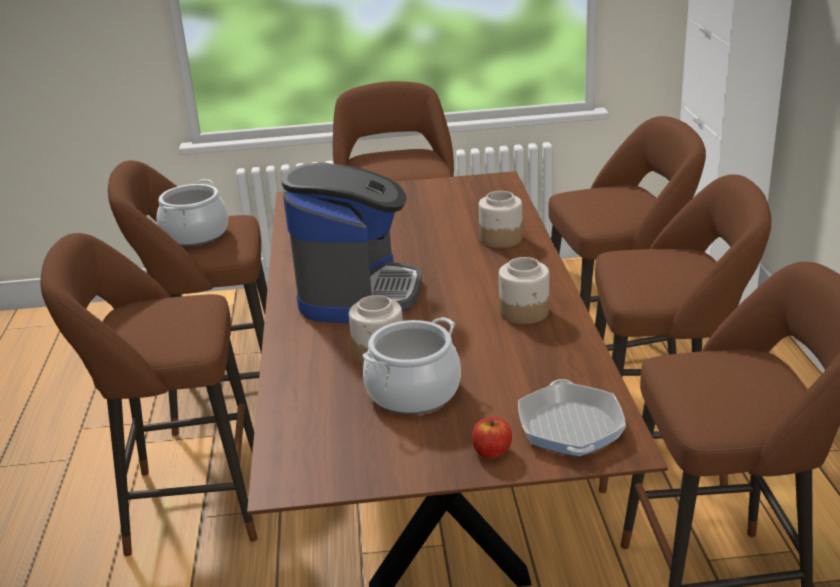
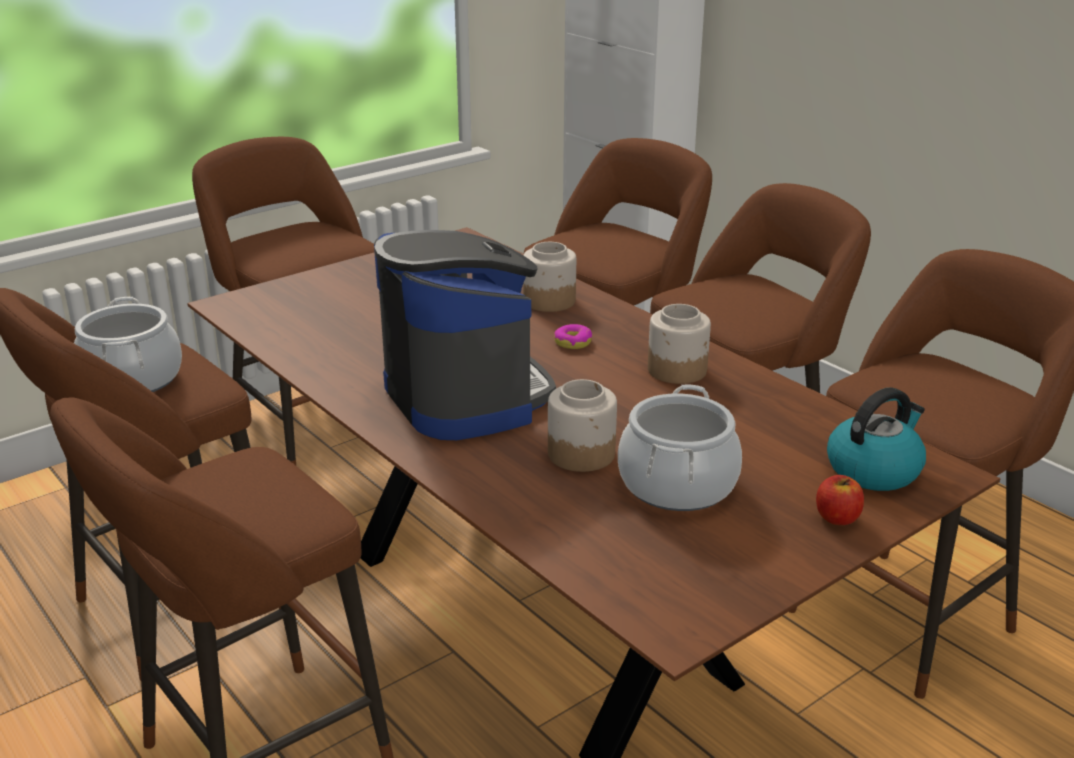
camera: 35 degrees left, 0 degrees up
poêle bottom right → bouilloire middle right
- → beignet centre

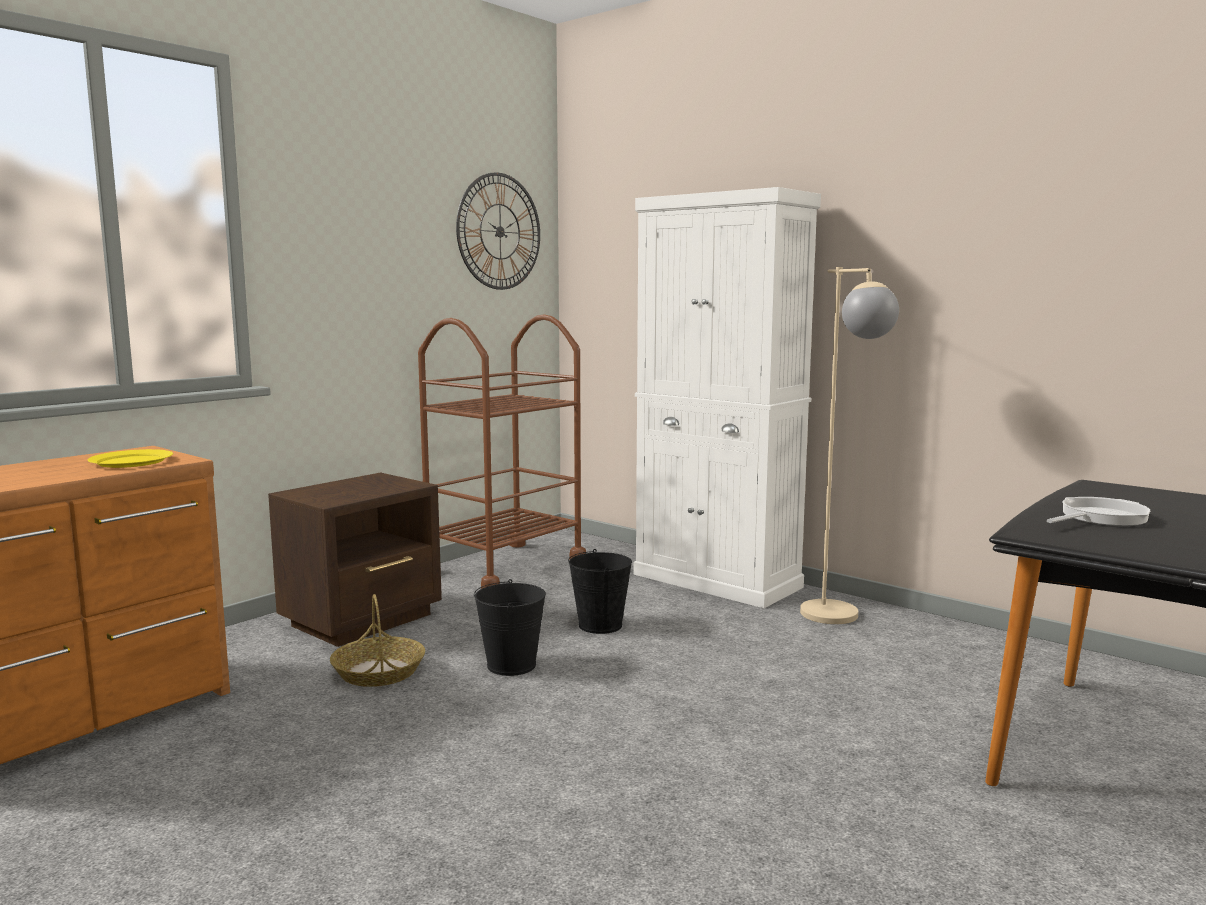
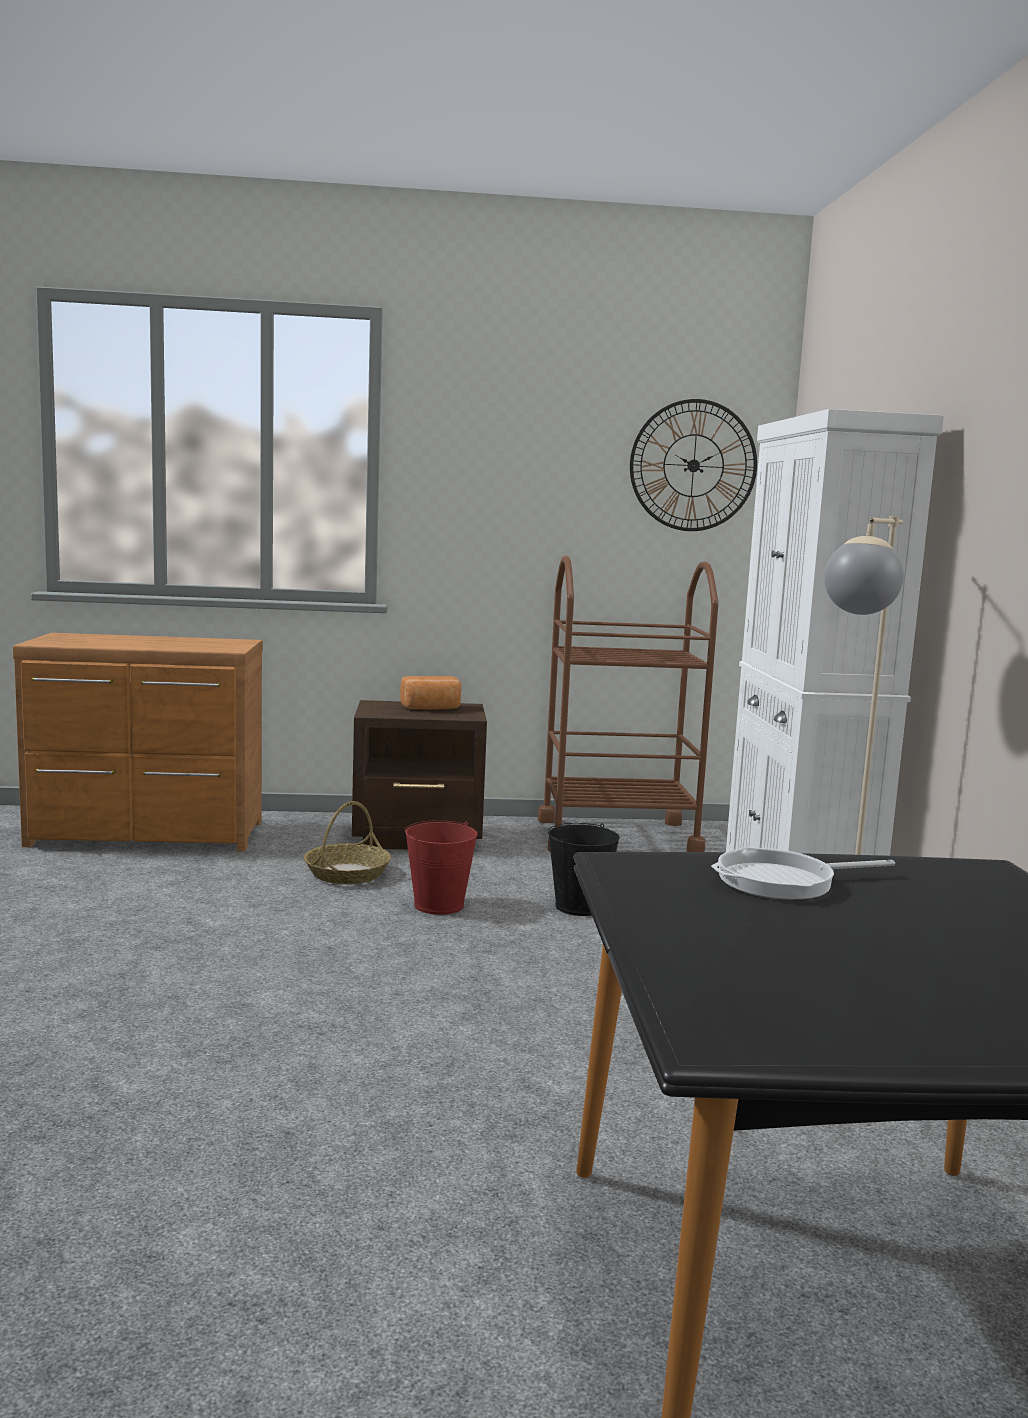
camera: 45 degrees right, 0 degrees up
assiette/jaune middle left → -
seau/noir (1st from left) bottom centre → seau/rouge centre
poêle middle right, 150 degrees clockwise
- → pain centre

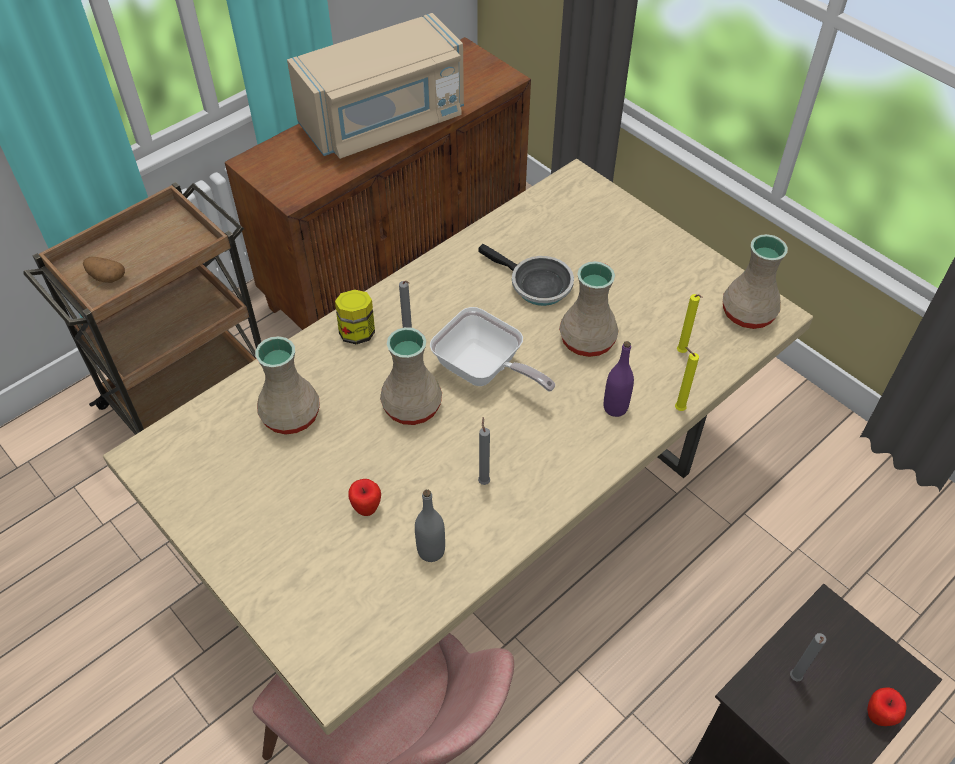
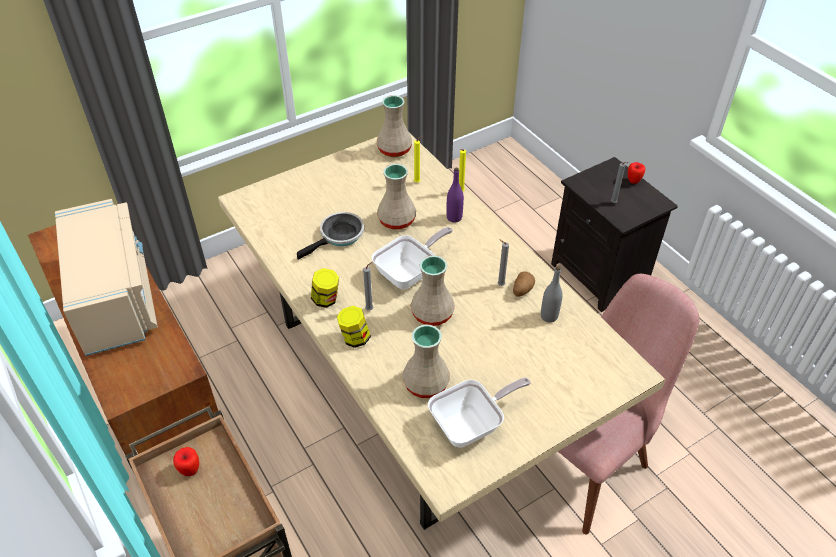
camera: 80 degrees left, 5 degrees down
pomme de terre middle left → pomme de terre centre, moved
pomme (1st from left) centre → pomme (1st from left) bottom left, moved
- → bocal (1st from left) centre
- → poêle (3rd from left) bottom centre

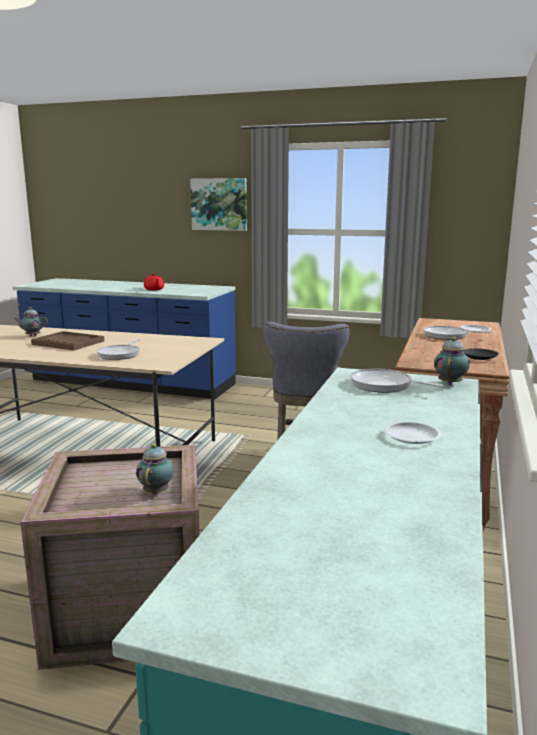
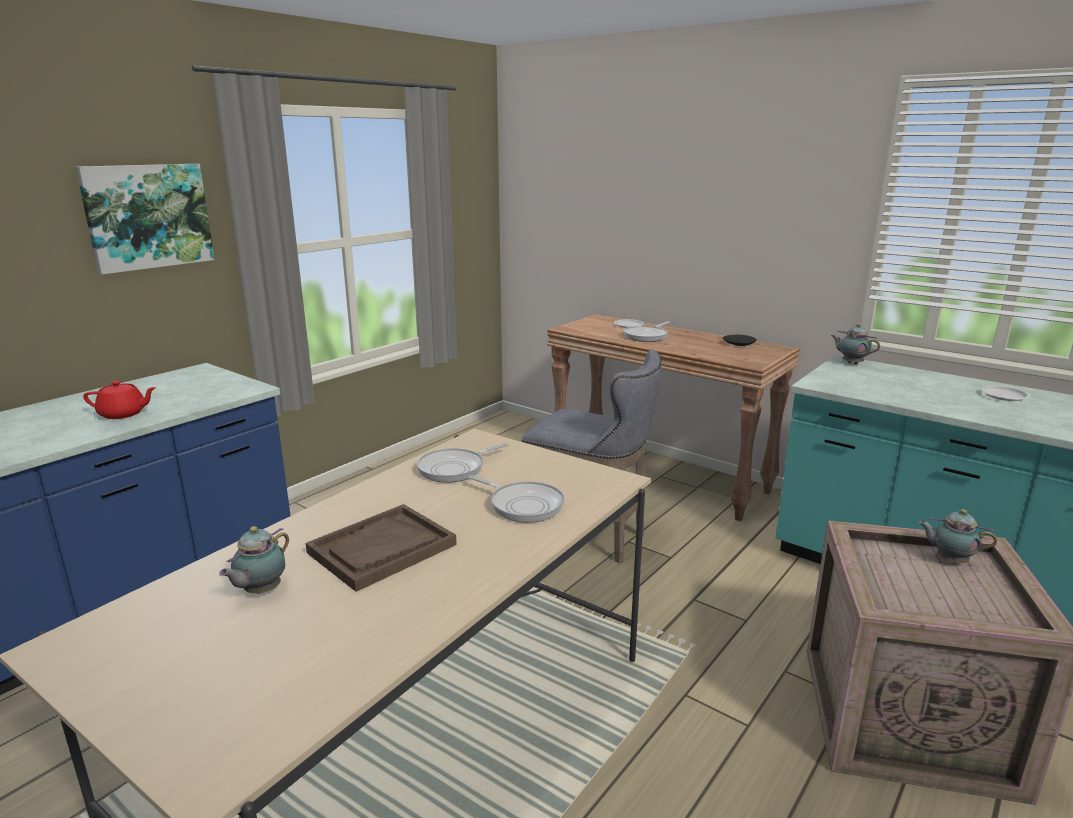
camera: 70 degrees left, 5 degrees up
poêle (2nd from left in the first image) middle right → poêle (1st from left) centre, moved

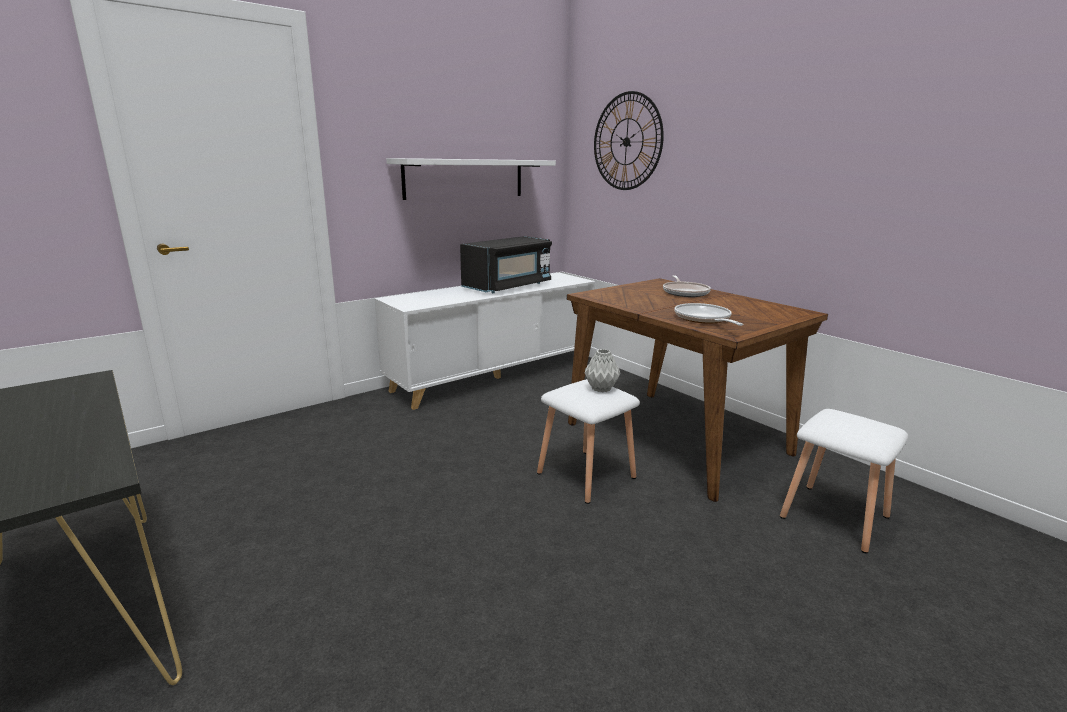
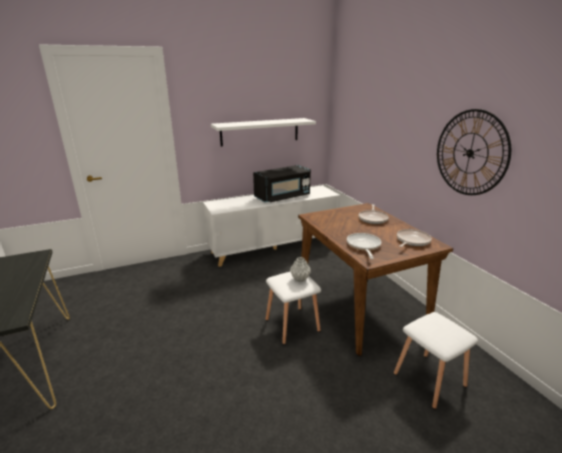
camera: 15 degrees right, 5 degrees up
horloge murale top centre → horloge murale middle right, moved
- → poêle (3rd from left) middle right

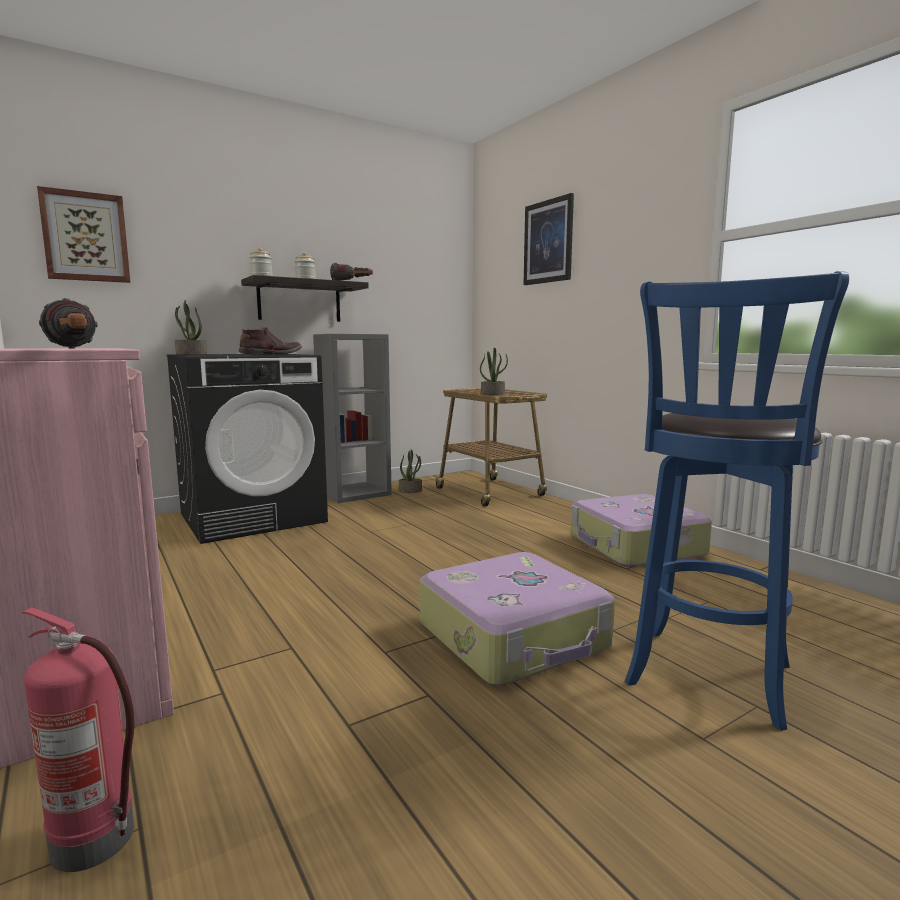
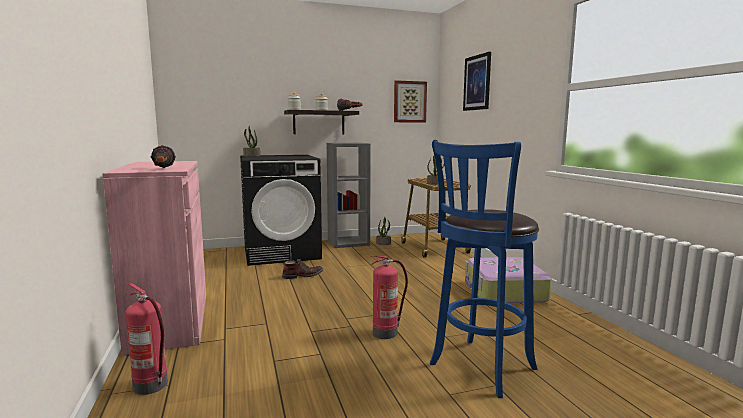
camera: 15 degrees right, 0 degrees up
tableau (1st from left) top left → tableau (1st from left) top centre, moved
botte/marron middle left → botte/marron centre, moved
valise (1st from left) bottom centre → extincteur (2nd from left) bottom centre

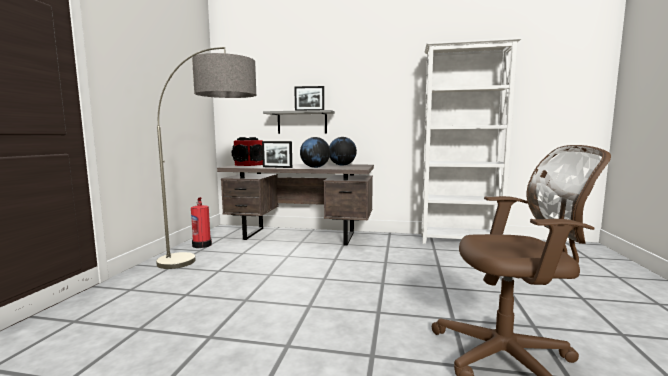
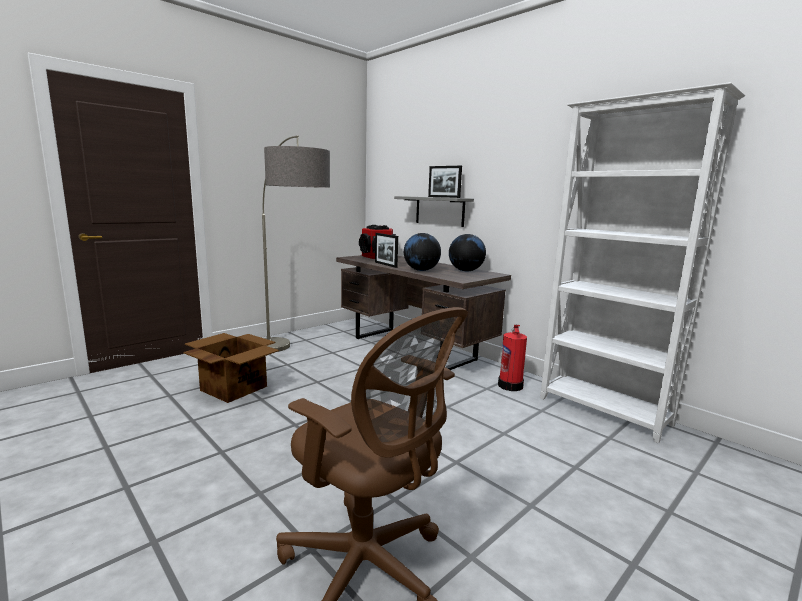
camera: 35 degrees right, 5 degrees up
extincteur middle left → extincteur centre, moved
- → carton middle left

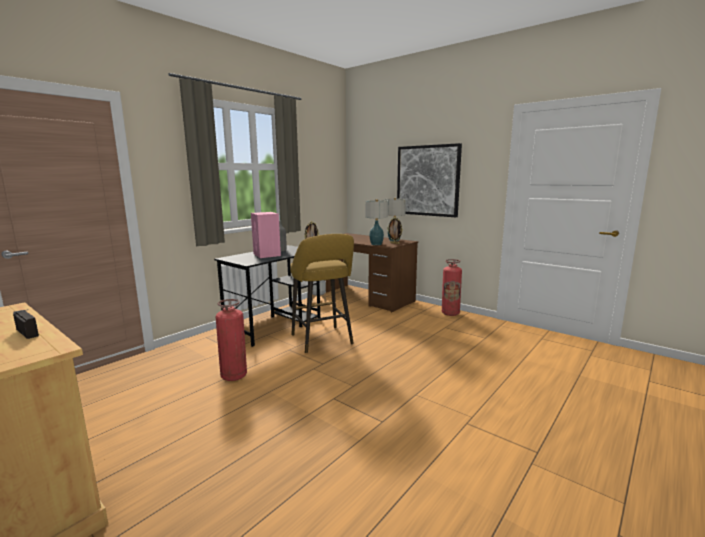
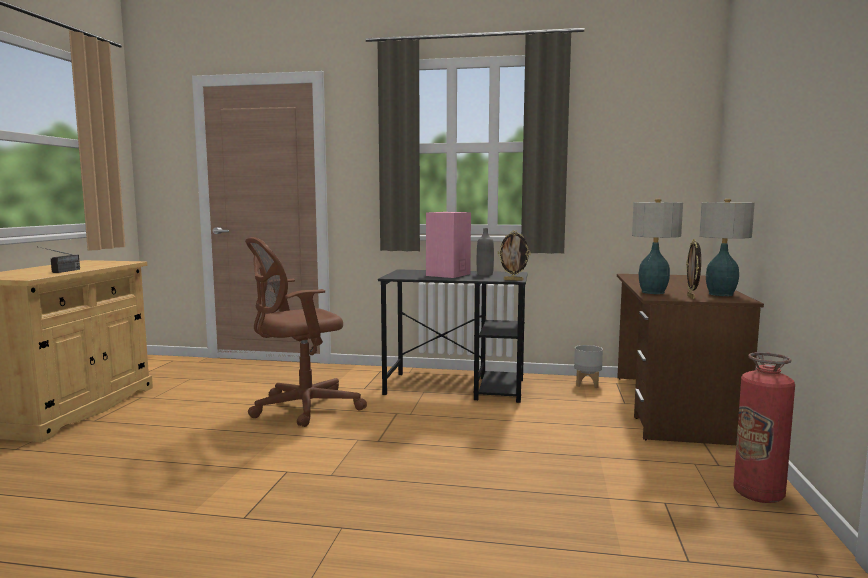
camera: 60 degrees right, 5 degrees down
extincteur (1st from left) middle left → chaise de bureau/marron centre
tabouret/jaune centre → -
tableau centre → -

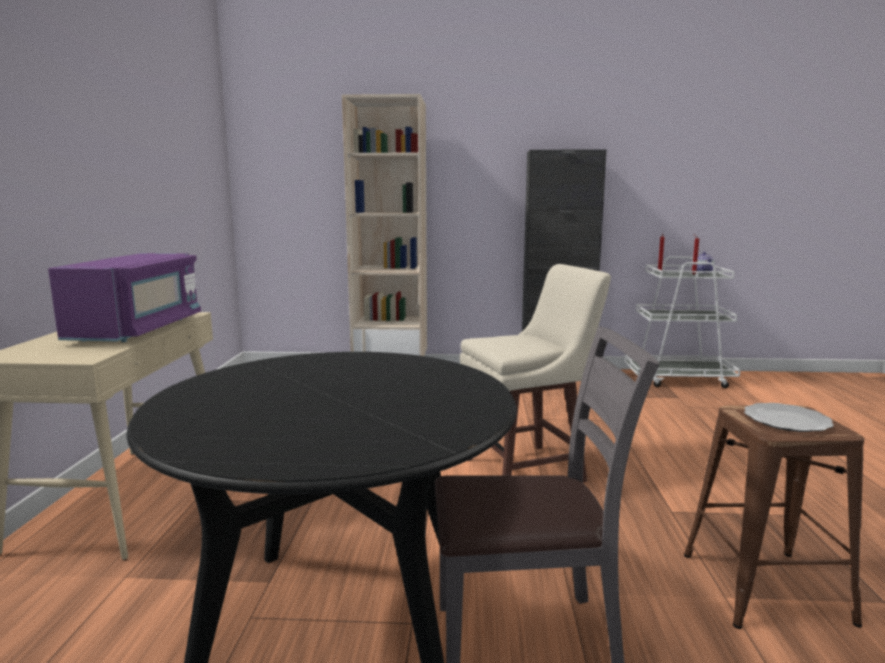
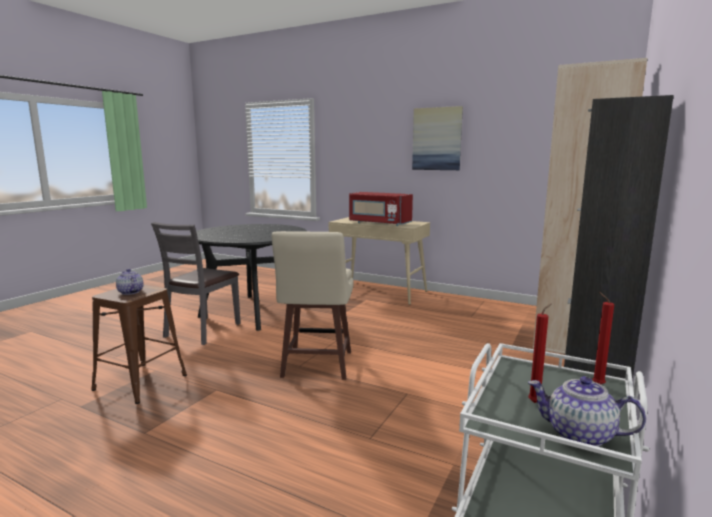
camera: 115 degrees right, 0 degrees up
micro-ondes/violet middle left → micro-ondes/rouge centre
assiette middle right → théière (1st from left) middle left
- → tableau top centre

